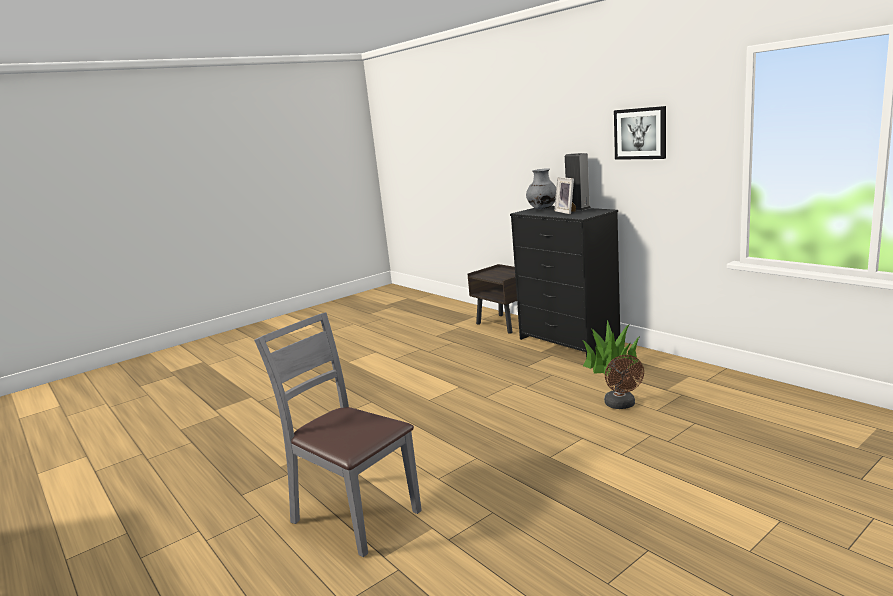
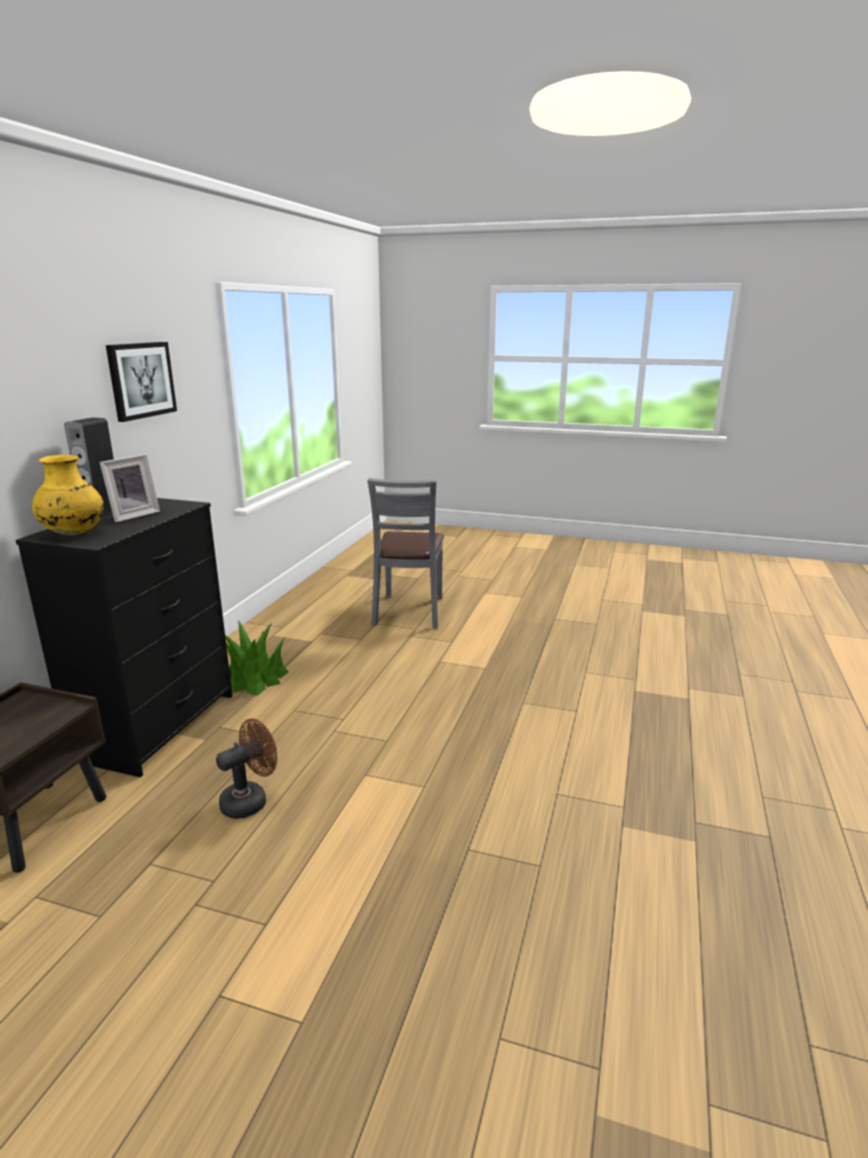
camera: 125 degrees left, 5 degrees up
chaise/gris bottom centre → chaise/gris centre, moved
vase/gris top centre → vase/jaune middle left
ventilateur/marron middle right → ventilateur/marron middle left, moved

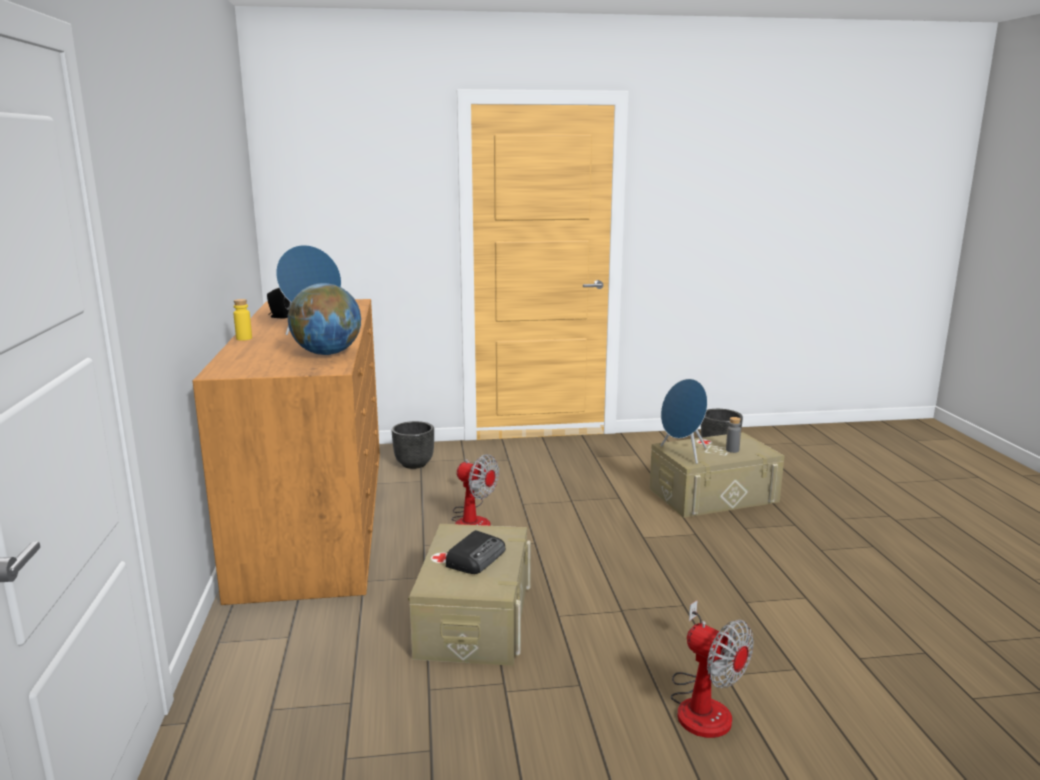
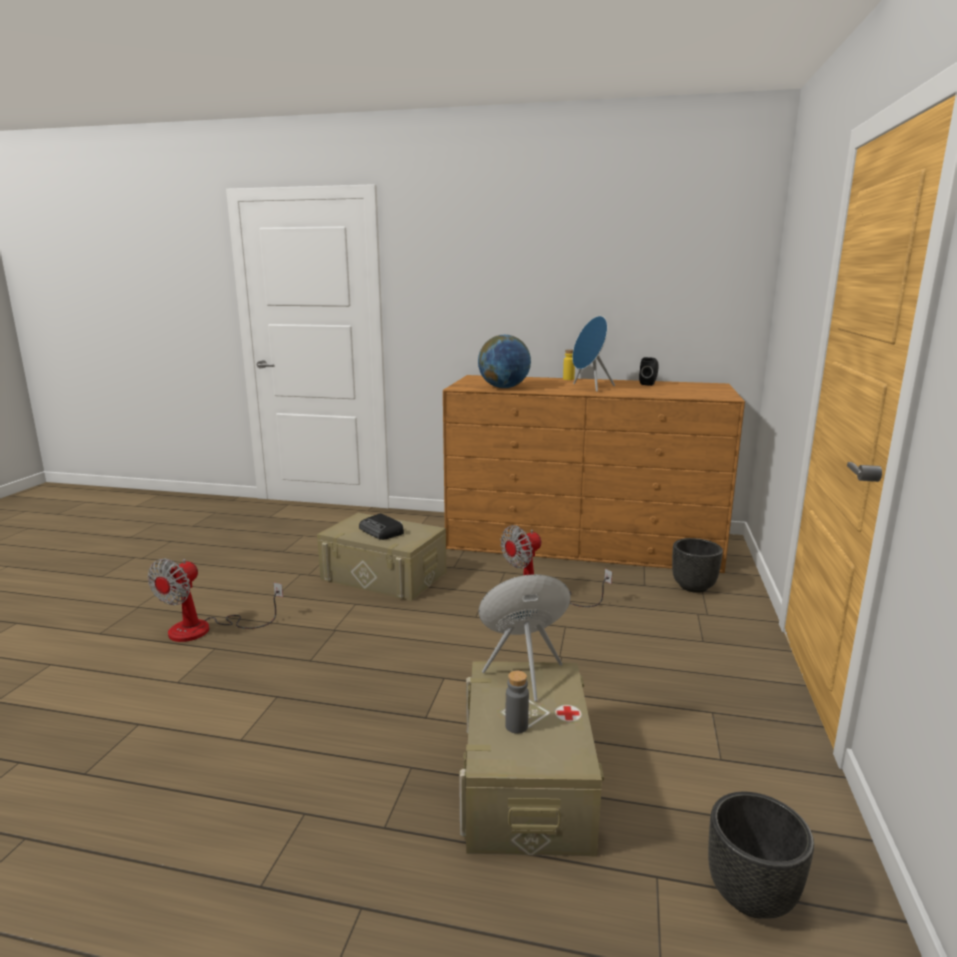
camera: 110 degrees right, 0 degrees up
ventilateur (2nd from left in the first image) bottom right → ventilateur (1st from left) middle left, 45 degrees counterclockwise

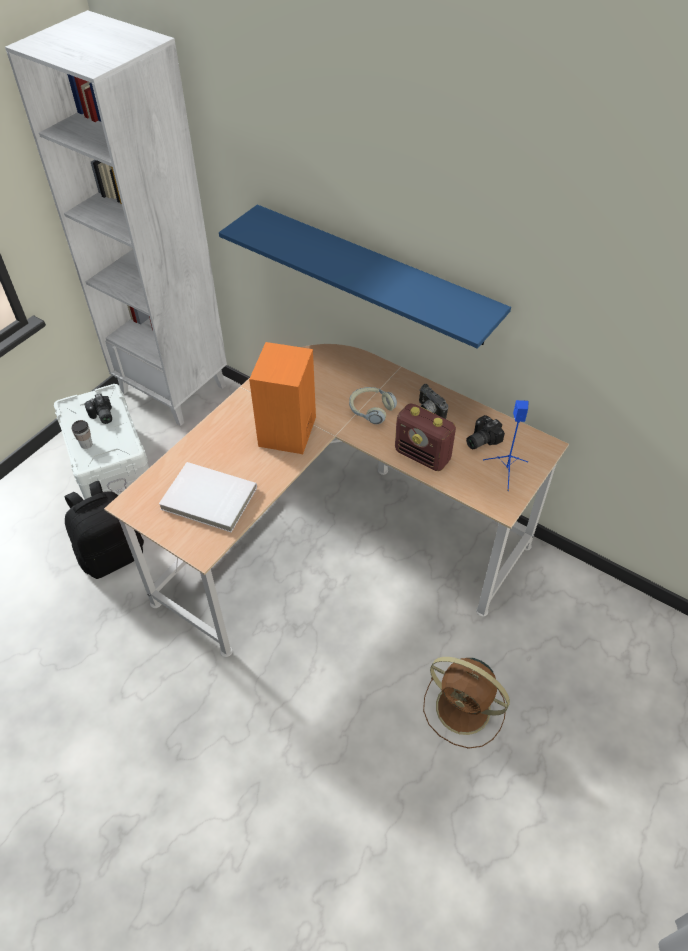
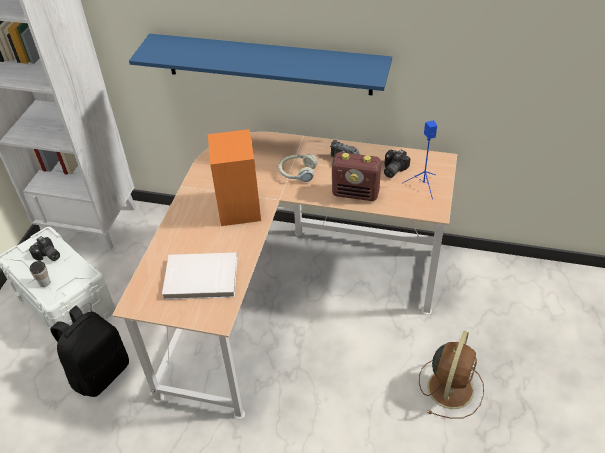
camera: 20 degrees left, 5 degrees down
ventilateur/marron bottom right, 75 degrees counterclockwise

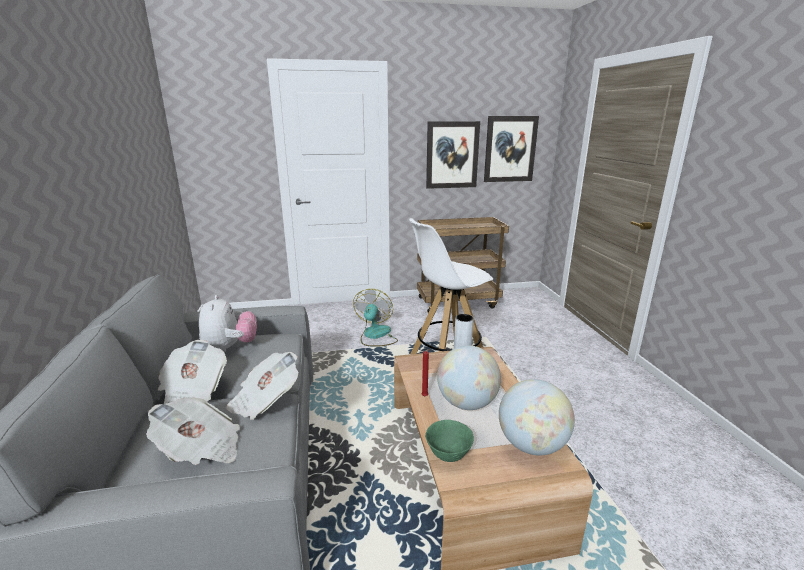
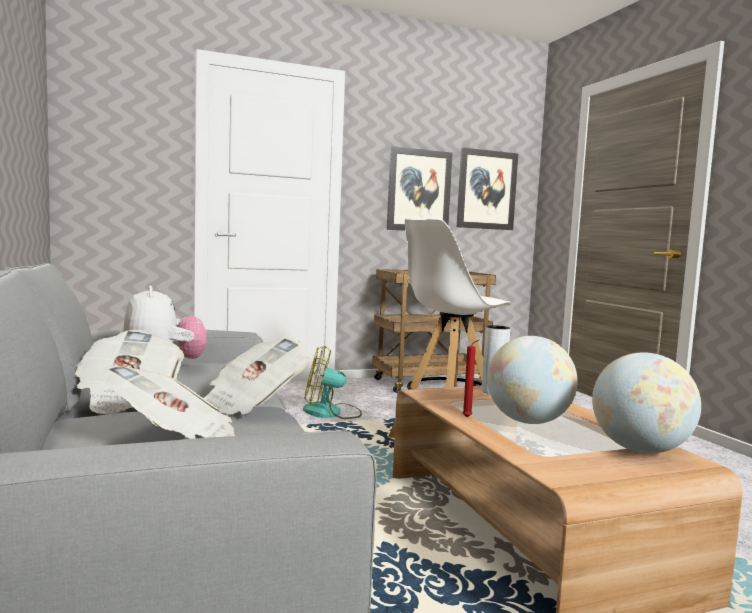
camera: 10 degrees left, 15 degrees down
ventilateur centre, 90 degrees counterclockwise
bol/vert bottom centre → -

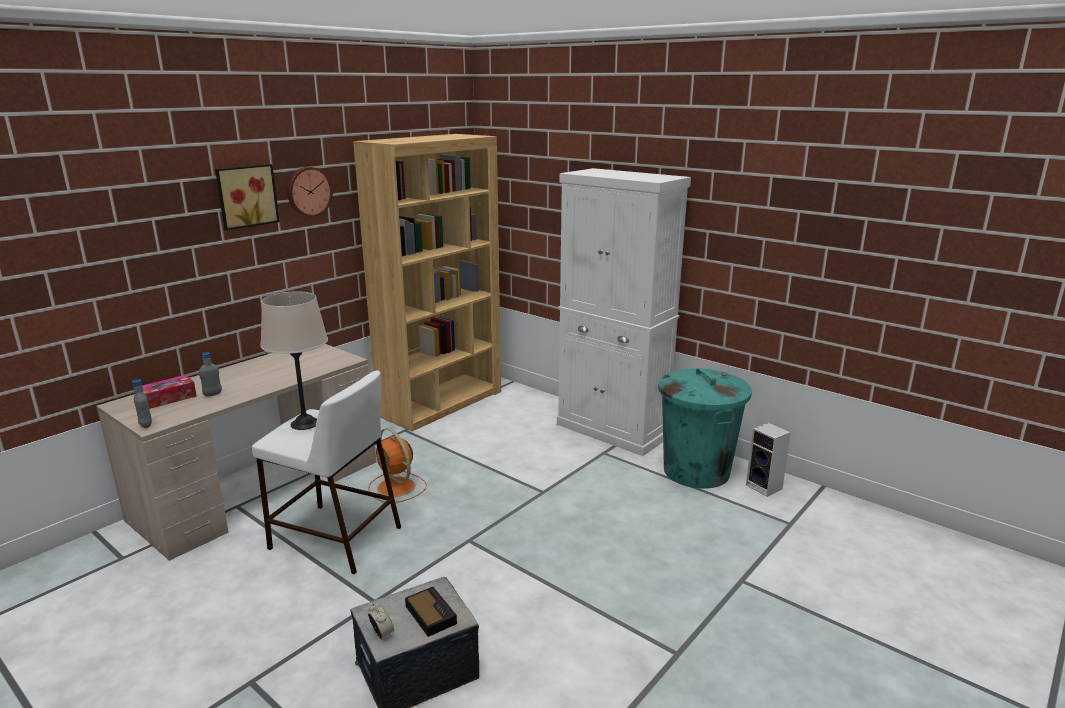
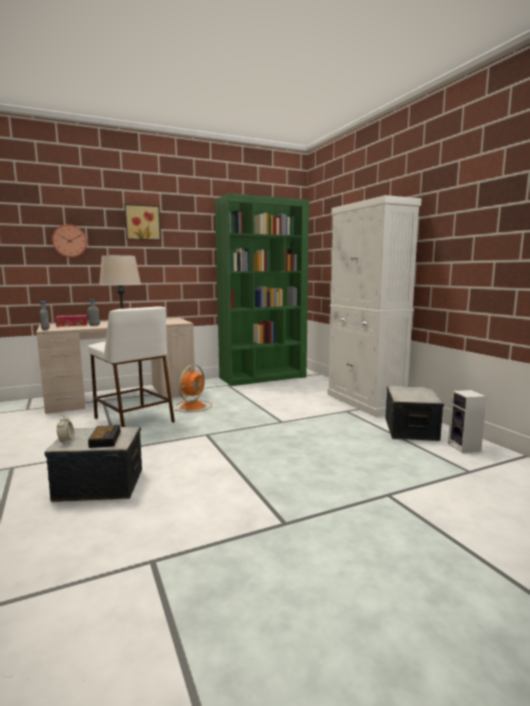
camera: 25 degrees right, 10 degrees down
horloge murale top left → horloge murale middle left, moved
bibliothèque/marron centre → bibliothèque/vert centre
ventilateur/orange centre, 135 degrees counterclockwise
poubelle/turquoise centre → boîte de rangement (2nd from left) middle right

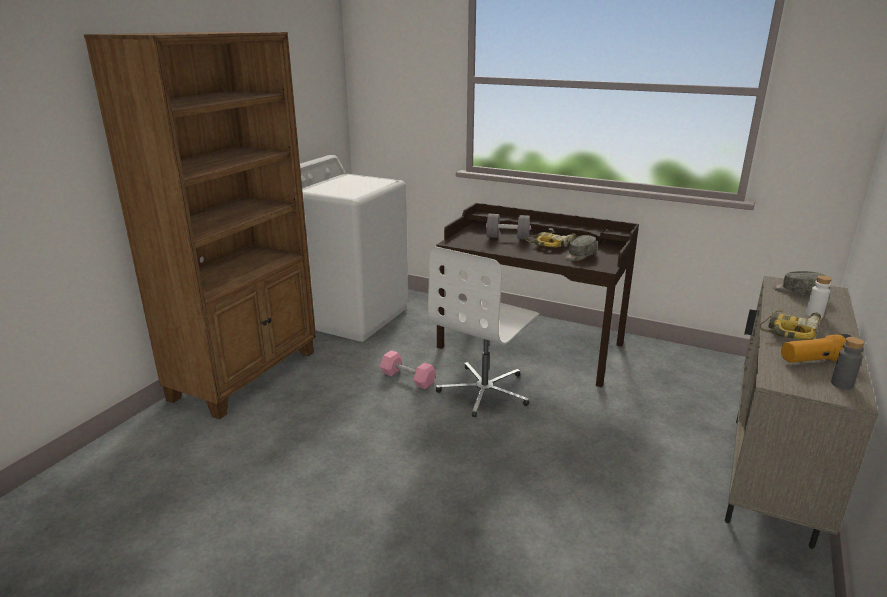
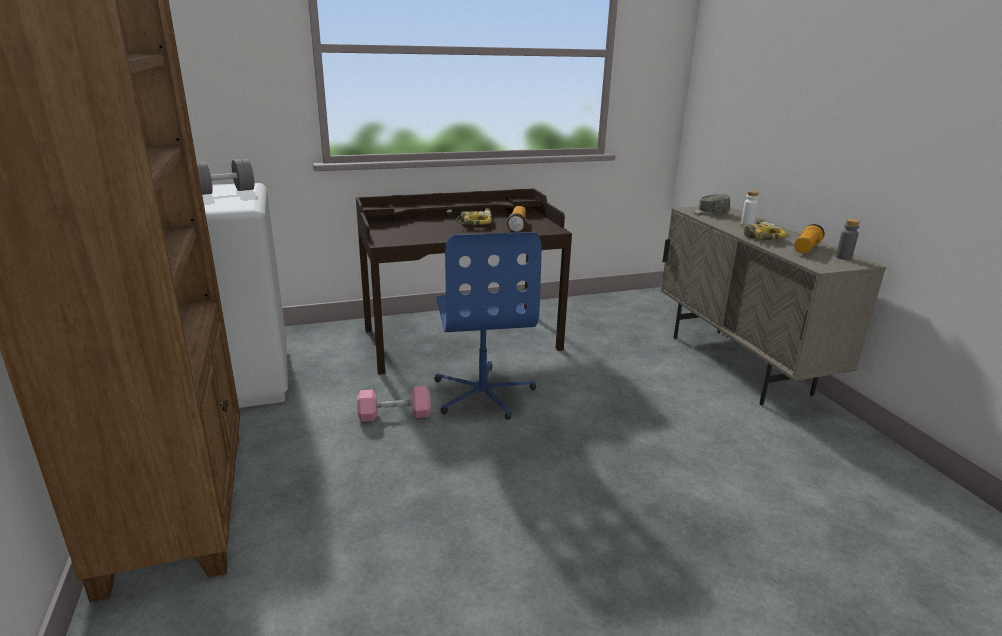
camera: 45 degrees left, 0 degrees up
chaise de bureau/blanc centre → chaise de bureau/bleu centre
haltère/gris centre → haltère/gris top left, moved
casquette/gris (1st from left) centre → lampe de poche (1st from left) centre

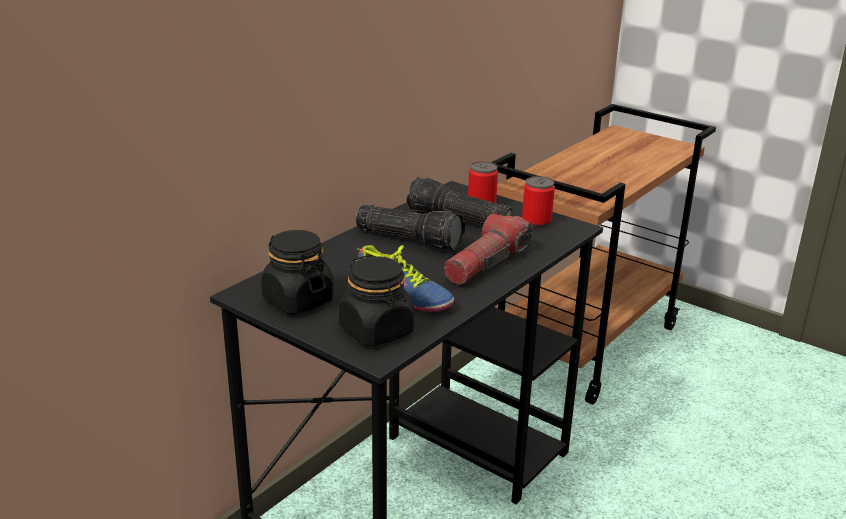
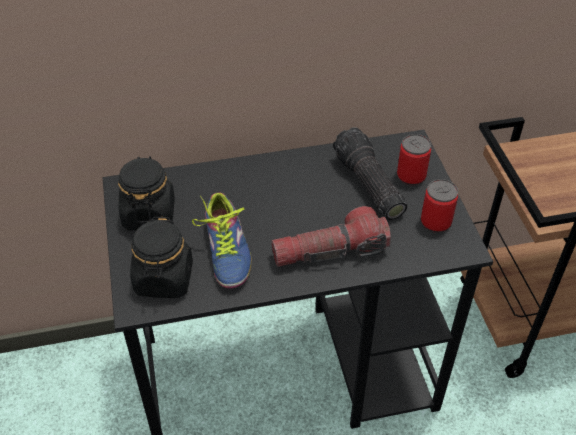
camera: 40 degrees right, 20 degrees up
lampe de poche (1st from left) centre → -

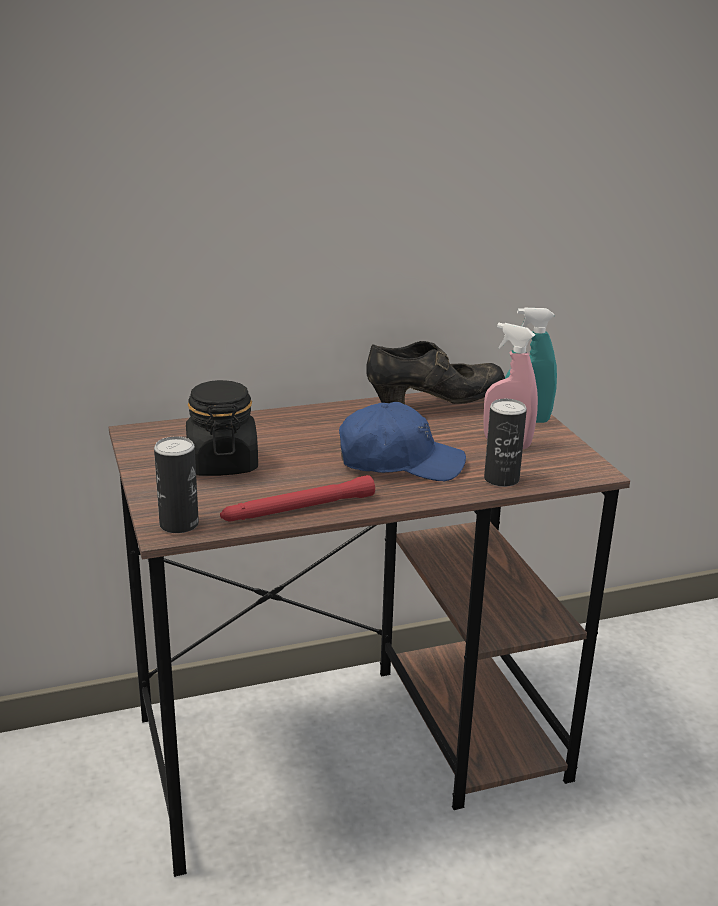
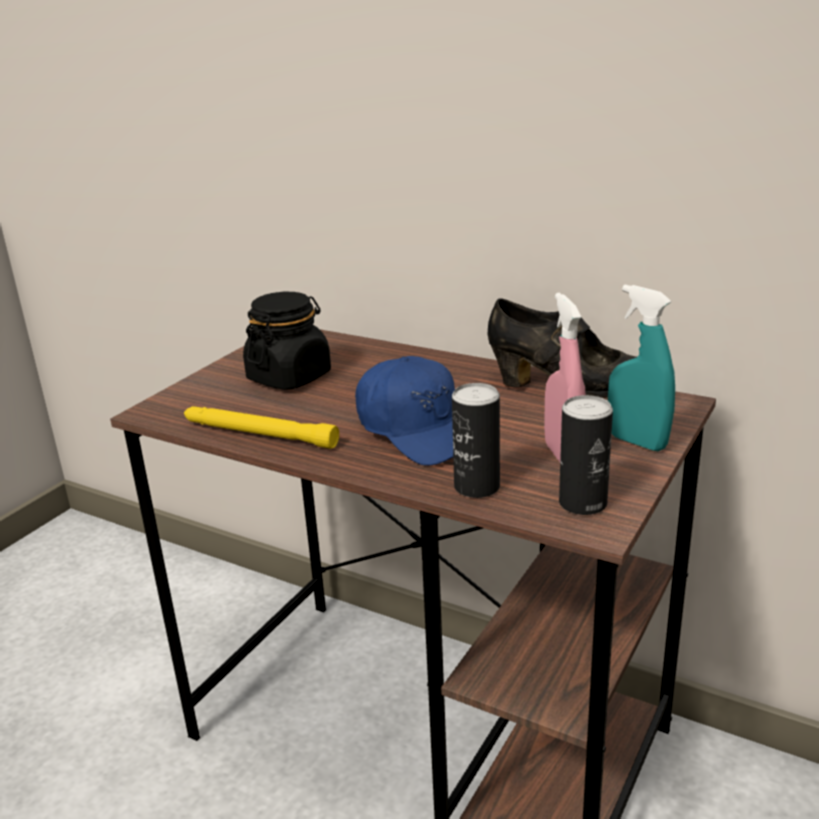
camera: 50 degrees right, 0 degrees up
boîte métallique (1st from left in the first image) middle left → boîte métallique (2nd from left) middle right, moved
lampe de poche/rouge centre → lampe de poche/jaune middle left

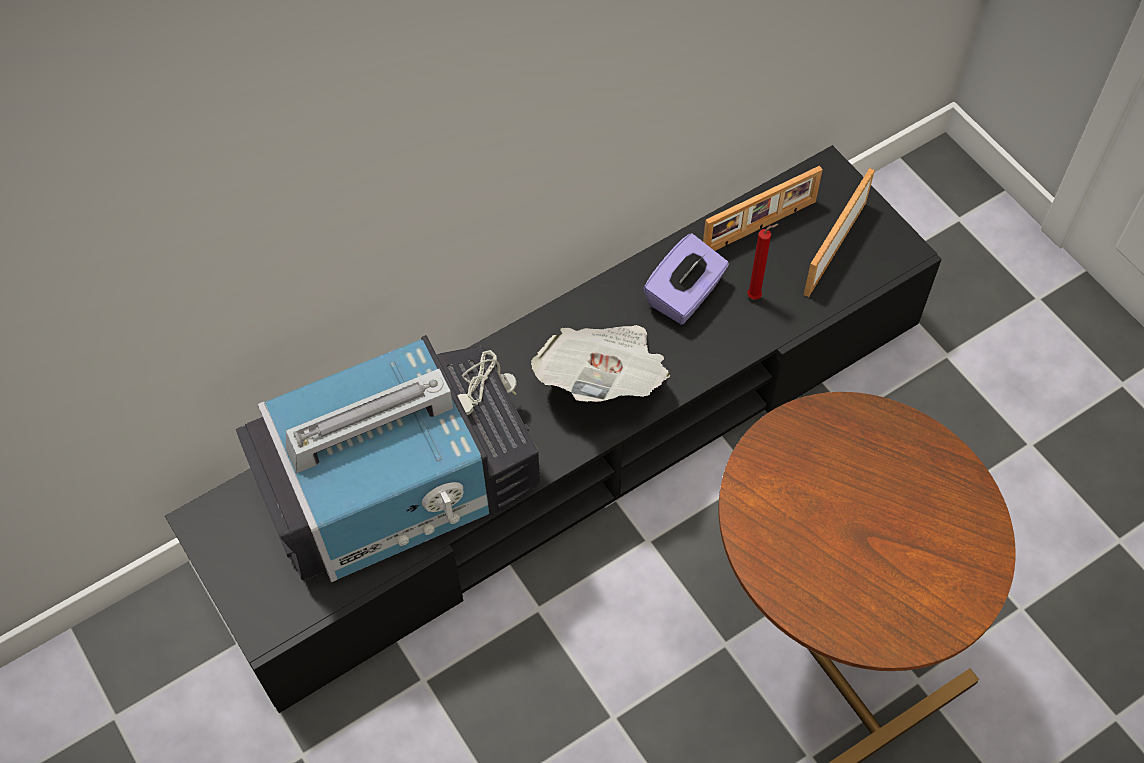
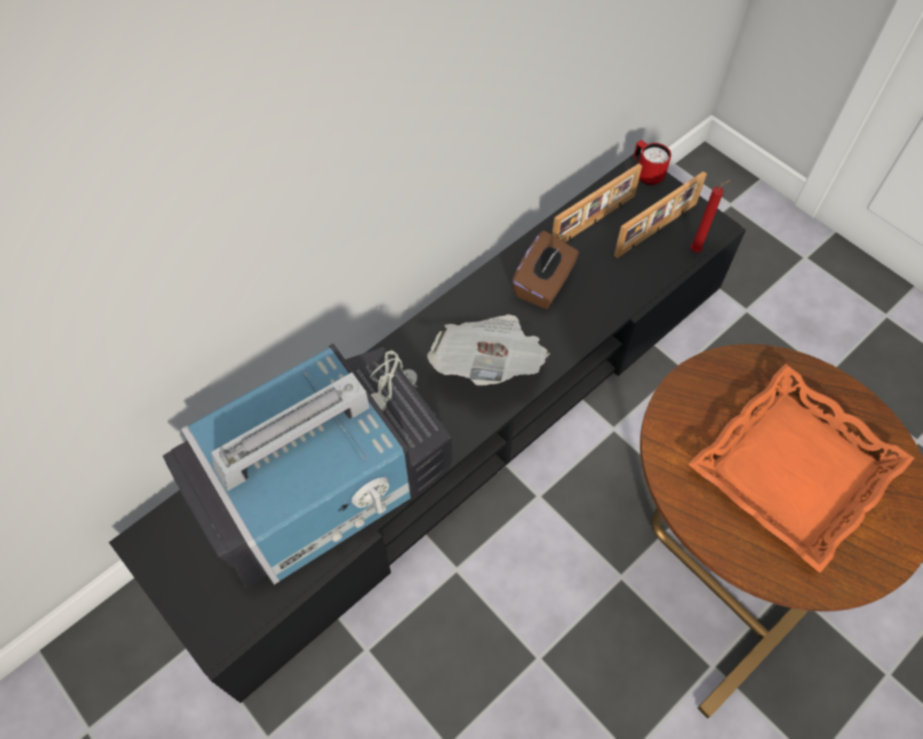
camera: 10 degrees left, 0 degrees up
boîte à mouchoirs/violet centre → boîte à mouchoirs/marron centre
bougie/rouge middle right → bougie/rouge top right, moved
cadre photo (2nd from left) top right, 150 degrees counterclockwise
- → mug/rouge top right
- → plateau/orange middle right

